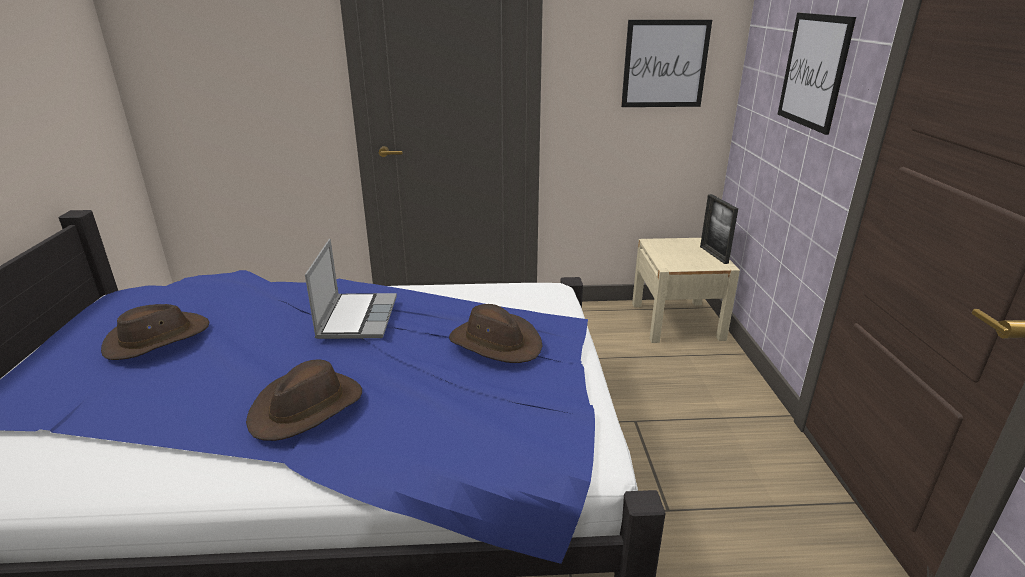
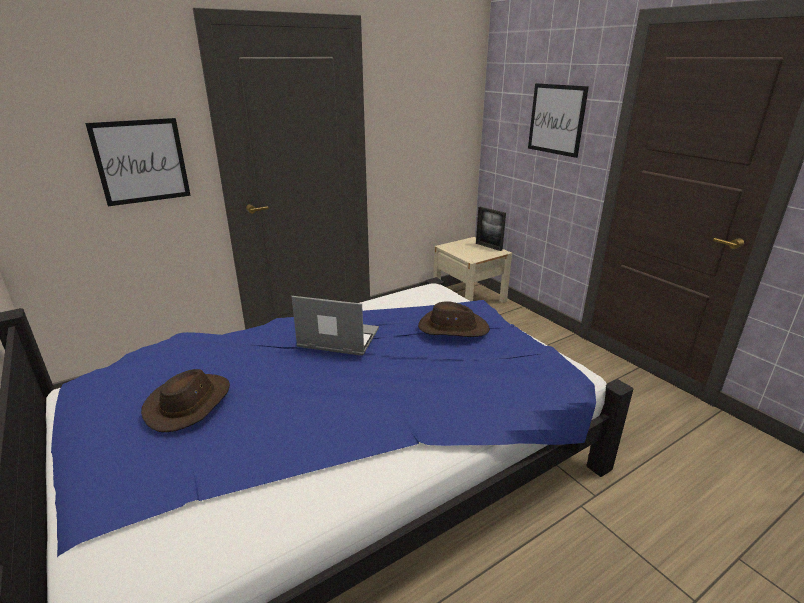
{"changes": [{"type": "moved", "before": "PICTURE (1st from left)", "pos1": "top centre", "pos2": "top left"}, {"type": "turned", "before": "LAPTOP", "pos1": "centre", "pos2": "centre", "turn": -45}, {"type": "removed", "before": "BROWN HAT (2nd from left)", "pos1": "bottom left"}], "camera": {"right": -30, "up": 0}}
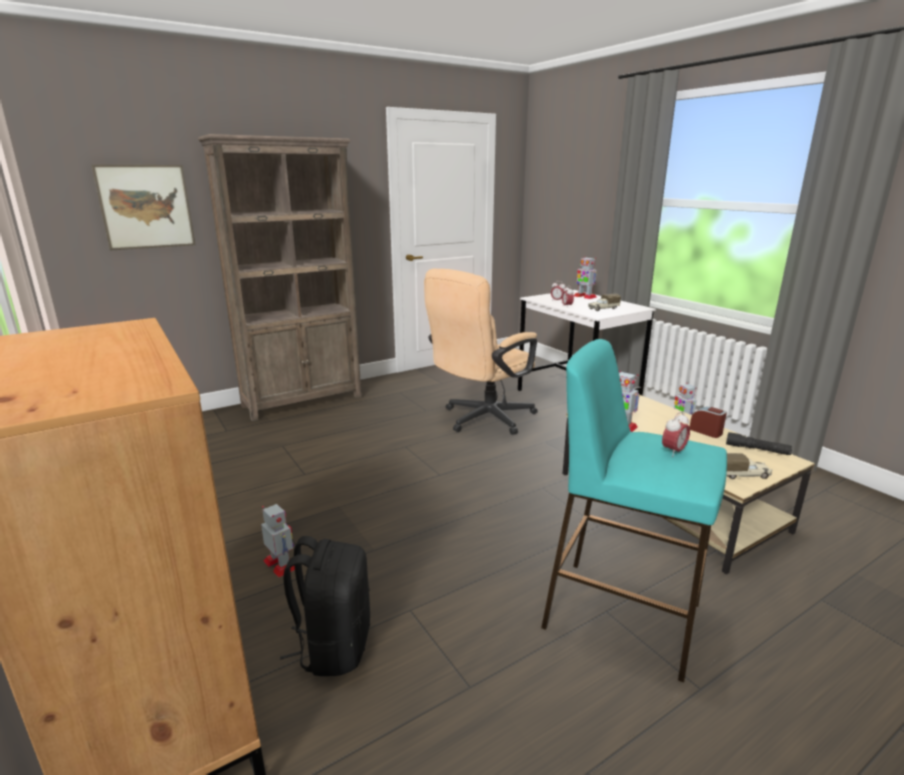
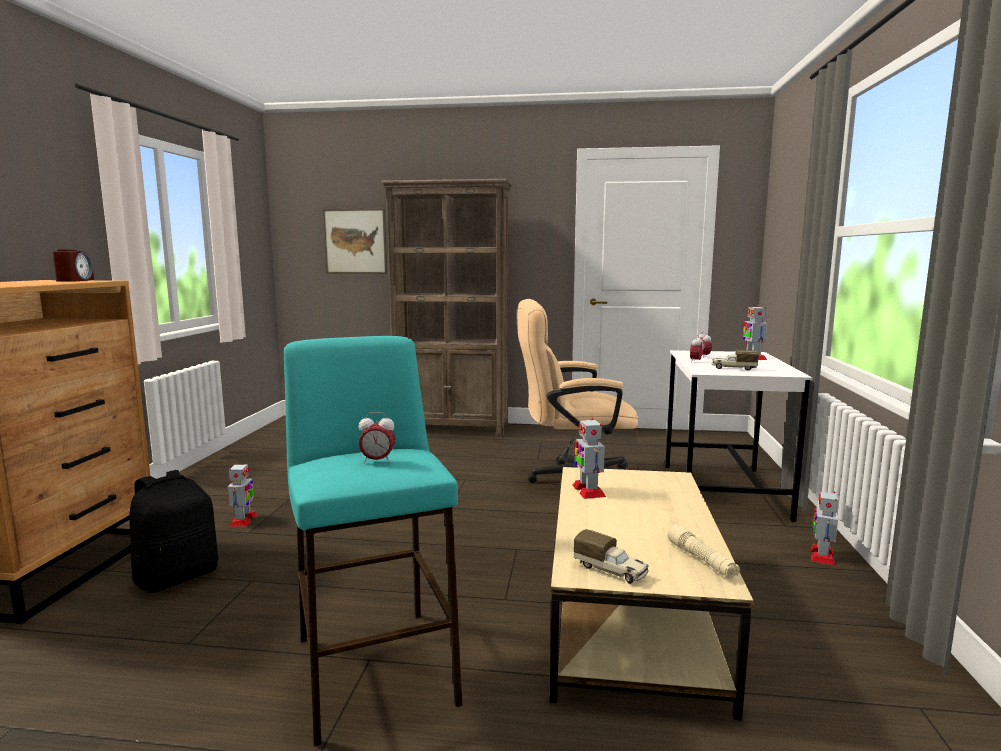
{"changes": [{"type": "moved", "before": "ALARM CLOCK (4th from left in the first image)", "after": "ALARM CLOCK (1st from left)", "pos1": "middle right", "pos2": "middle left"}, {"type": "recoloured", "before": "BLACK FLASHLIGHT", "after": "BEIGE FLASHLIGHT", "pos1": "middle right", "pos2": "bottom right"}], "camera": {"right": 40, "up": -10}}
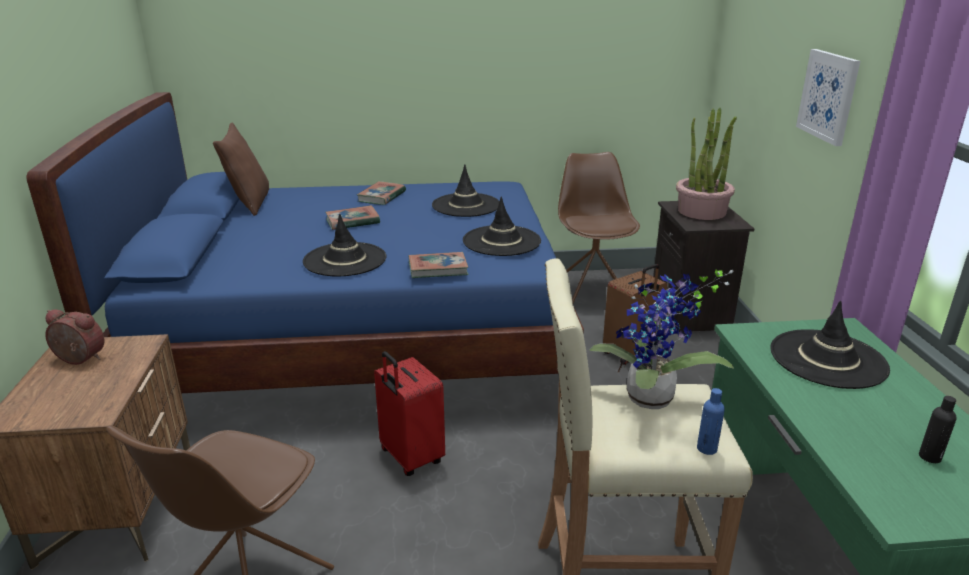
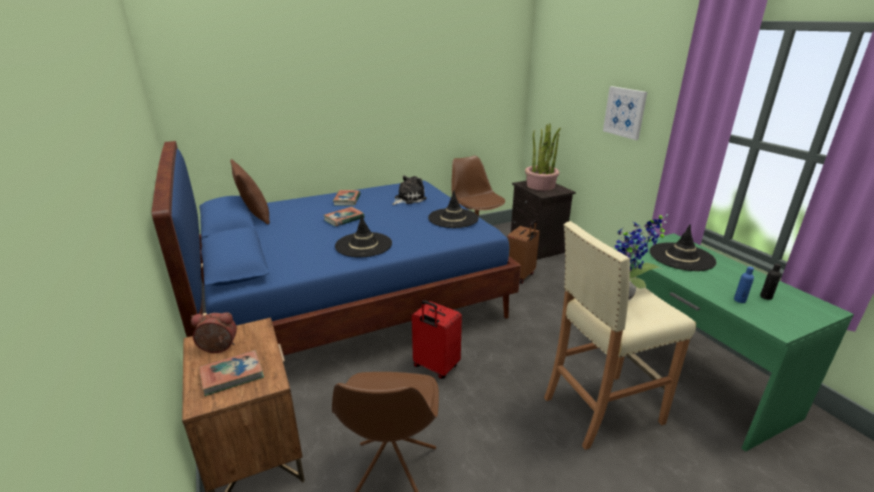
{"changes": [{"type": "moved", "before": "BOOK (3rd from left in the first image)", "after": "BOOK (1st from left)", "pos1": "centre", "pos2": "bottom left"}, {"type": "replaced", "before": "BLACK HAT (2nd from left)", "after": "PLUSH TOY", "pos1": "top centre", "pos2": "centre"}, {"type": "moved", "before": "BLUE BOTTLE", "pos1": "bottom right", "pos2": "middle right"}], "camera": {"right": -20, "up": 0}}
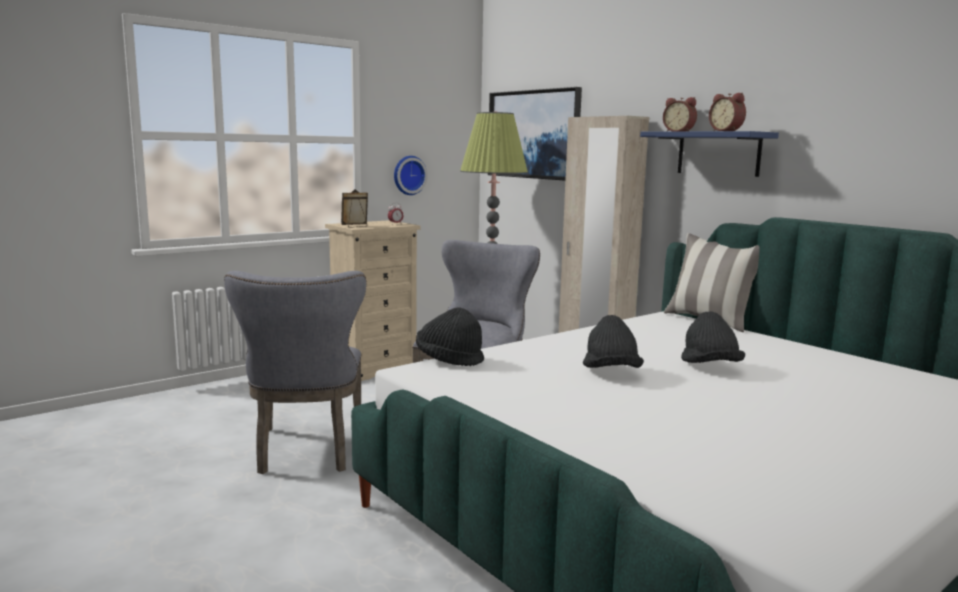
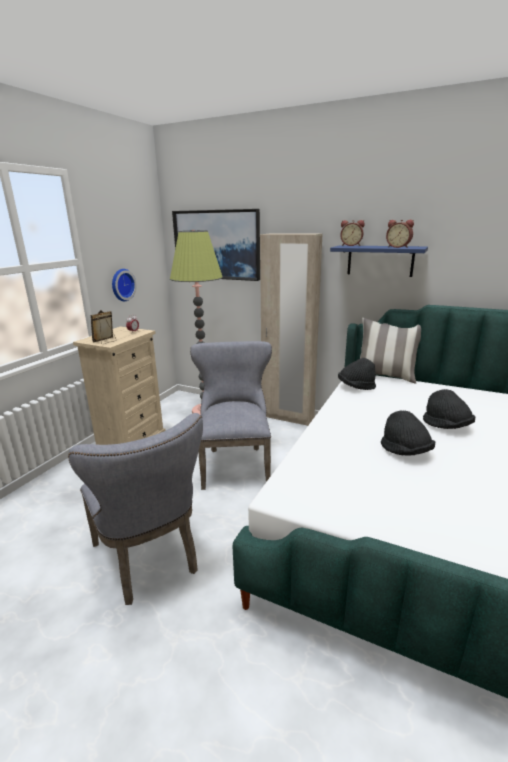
{"changes": [{"type": "moved", "before": "BLACK HAT (1st from left)", "pos1": "centre", "pos2": "middle right"}], "camera": {"right": -25, "up": 10}}
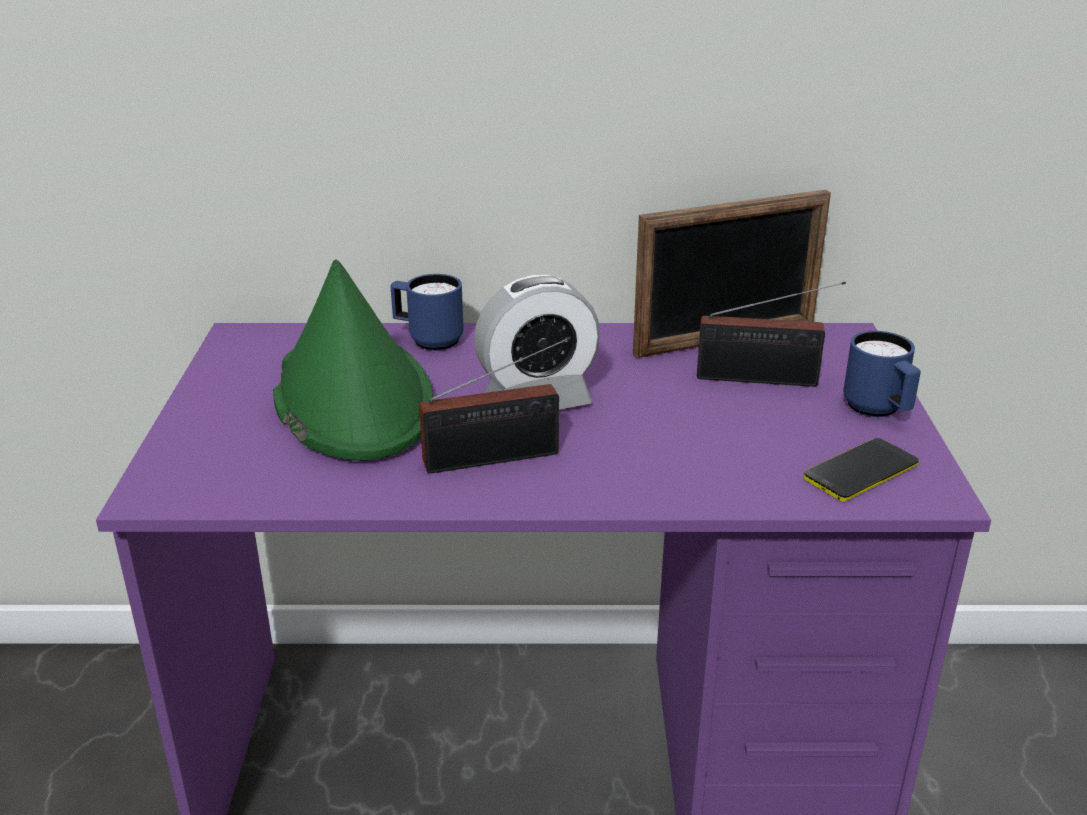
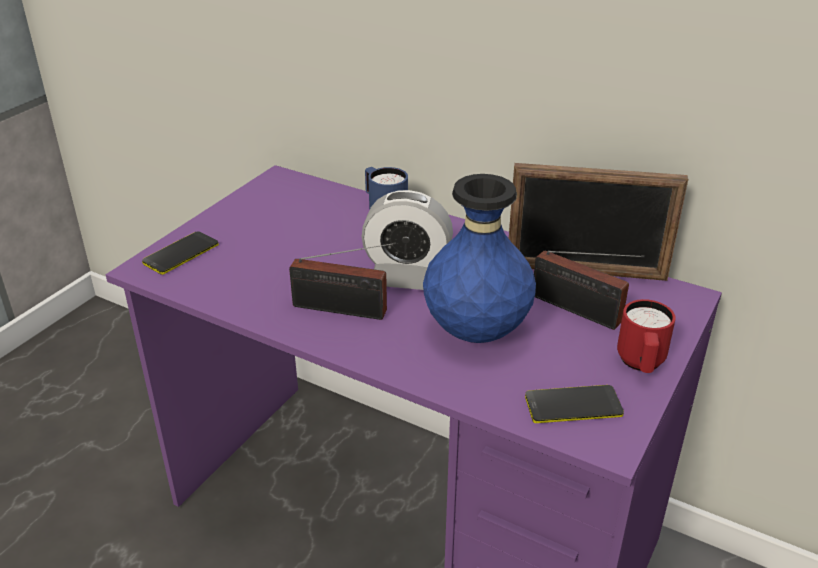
{"changes": [{"type": "added", "after": "PHONE (1st from left)", "pos2": "middle left"}, {"type": "added", "after": "BLUE VASE", "pos2": "centre"}, {"type": "recoloured", "before": "BLUE MUG (2nd from left)", "after": "RED MUG", "pos1": "middle right", "pos2": "middle right"}, {"type": "removed", "before": "GREEN HAT", "pos1": "middle left"}], "camera": {"right": 30, "up": 5}}
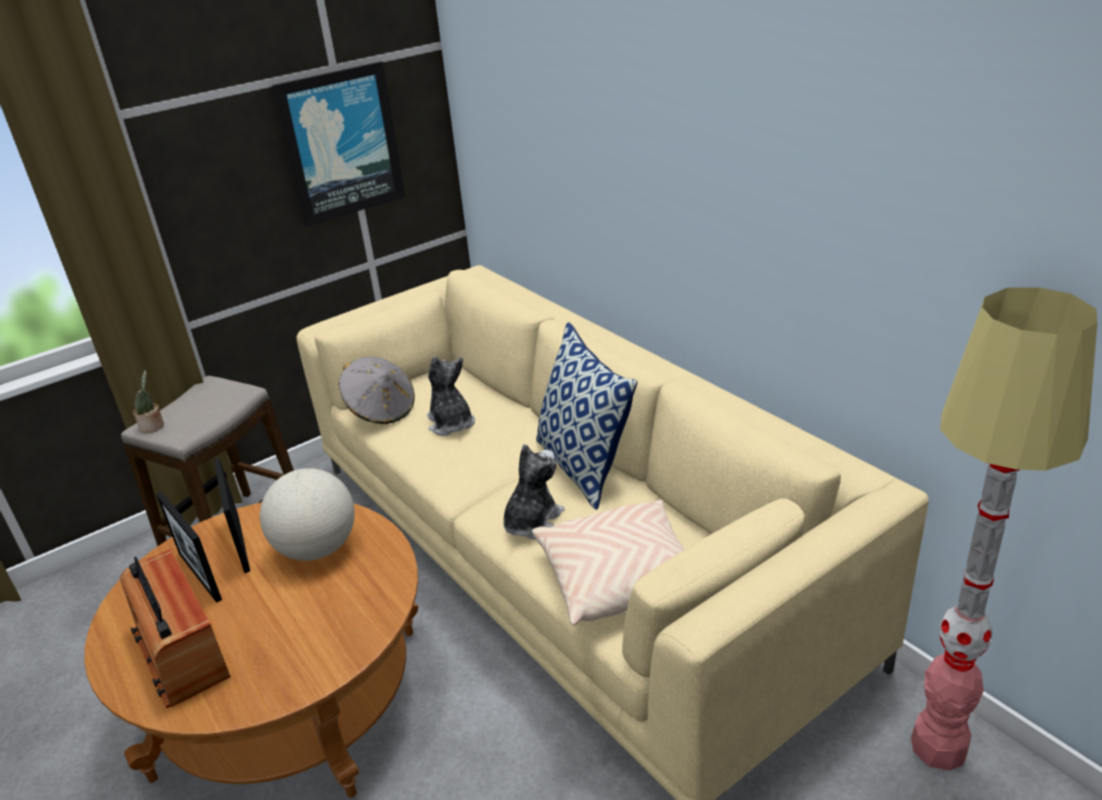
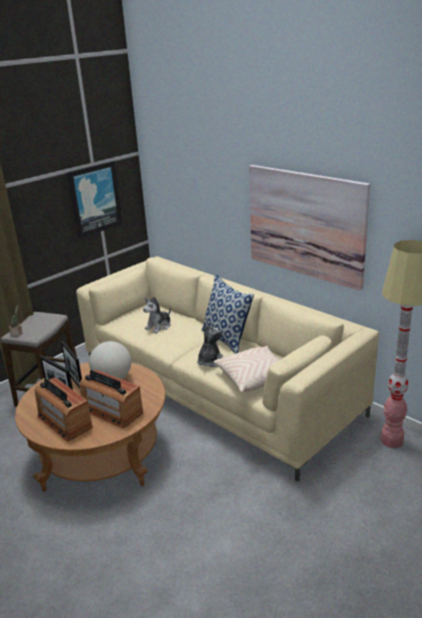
{"changes": [{"type": "added", "after": "RADIO (2nd from left)", "pos2": "middle left"}, {"type": "turned", "before": "PLUSH TOY (1st from left)", "pos1": "centre", "pos2": "centre", "turn": -105}, {"type": "added", "after": "PICTURE (2nd from left)", "pos2": "middle right"}, {"type": "removed", "before": "GREY HAT", "pos1": "centre"}], "camera": {"right": -10, "up": -5}}
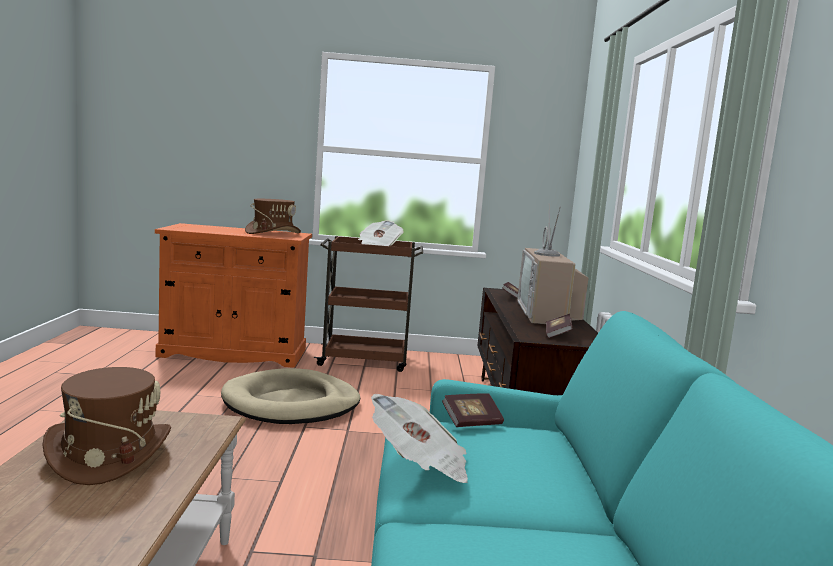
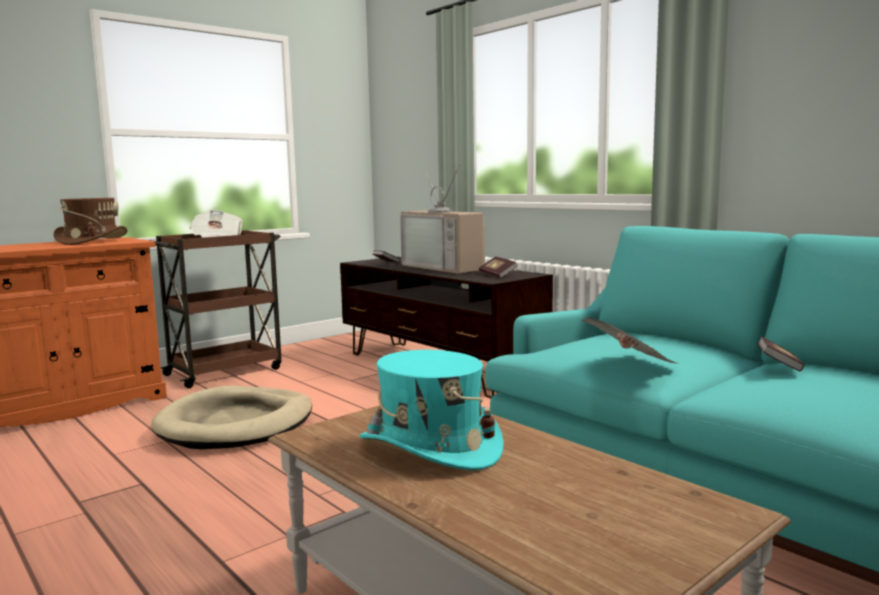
{"changes": [{"type": "recoloured", "before": "BROWN HAT (1st from left)", "after": "TURQUOISE HAT", "pos1": "bottom left", "pos2": "bottom centre"}, {"type": "moved", "before": "BOOK (1st from left in the first image)", "after": "BOOK (3rd from left)", "pos1": "bottom centre", "pos2": "middle right"}], "camera": {"right": -40, "up": 0}}
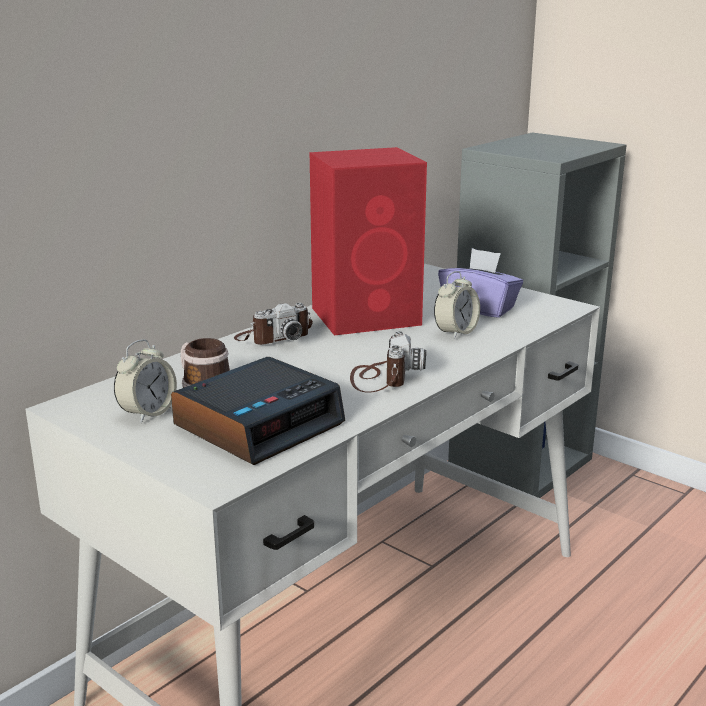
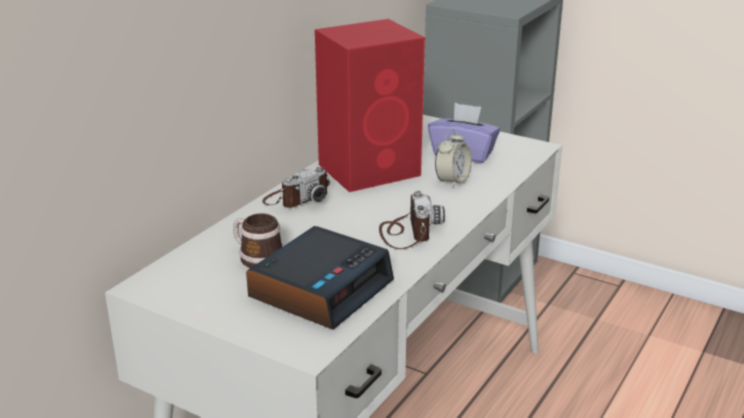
{"changes": [{"type": "removed", "before": "ALARM CLOCK (1st from left)", "pos1": "middle left"}], "camera": {"right": -10, "up": 5}}
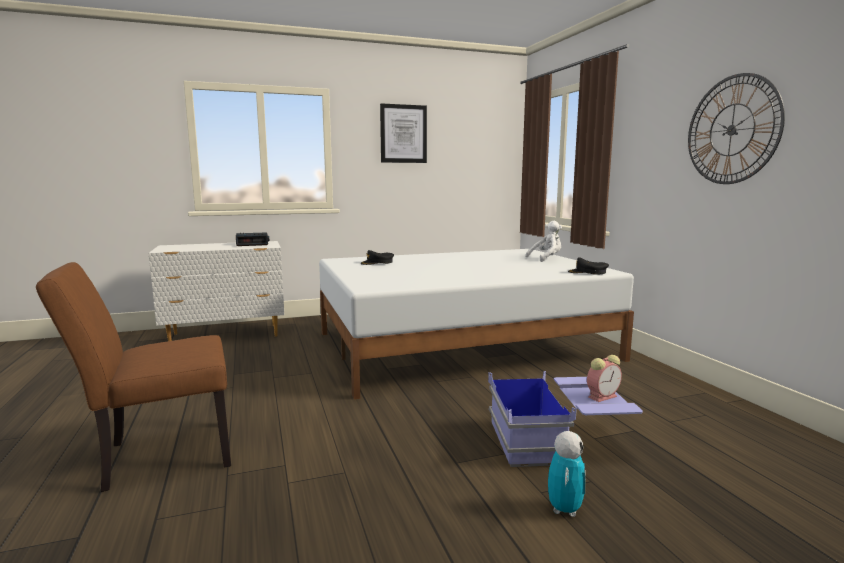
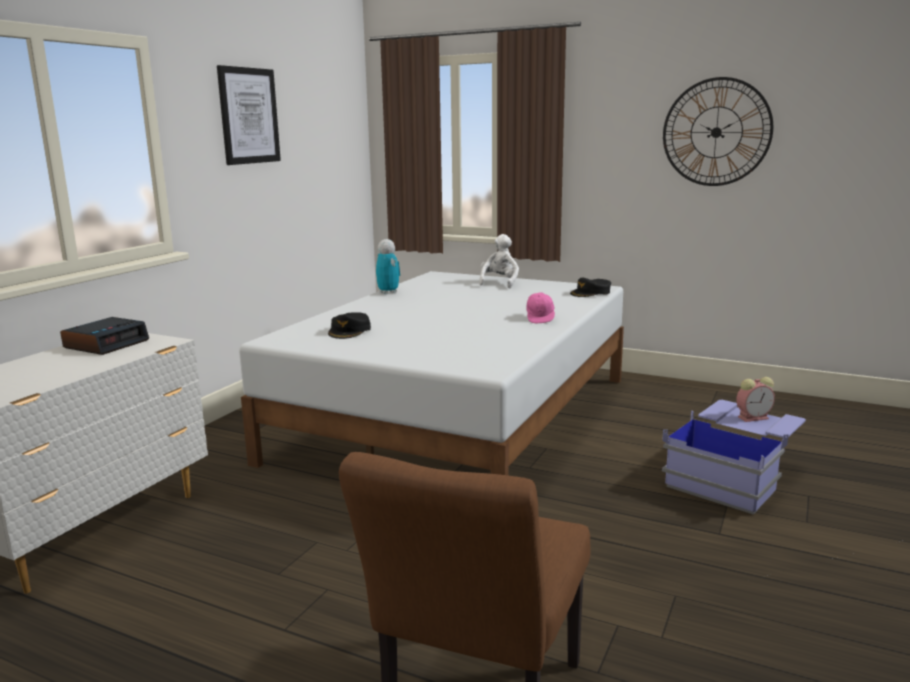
{"changes": [{"type": "moved", "before": "TOY ROBOT", "pos1": "bottom right", "pos2": "centre"}, {"type": "added", "after": "PINK CAP", "pos2": "centre"}, {"type": "turned", "before": "ALARM CLOCK (2nd from left)", "pos1": "bottom right", "pos2": "middle right", "turn": 60}], "camera": {"right": -45, "up": 5}}
